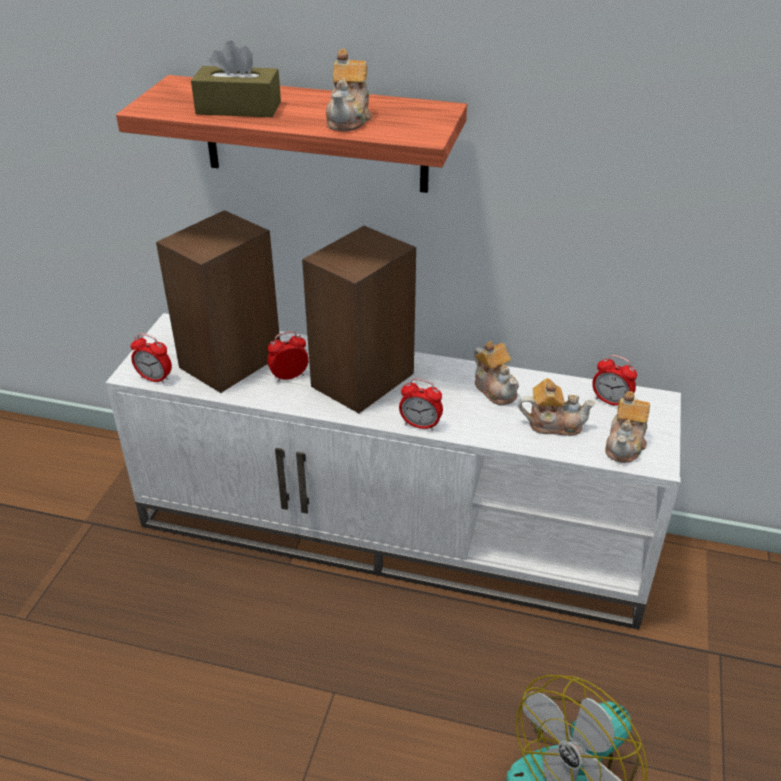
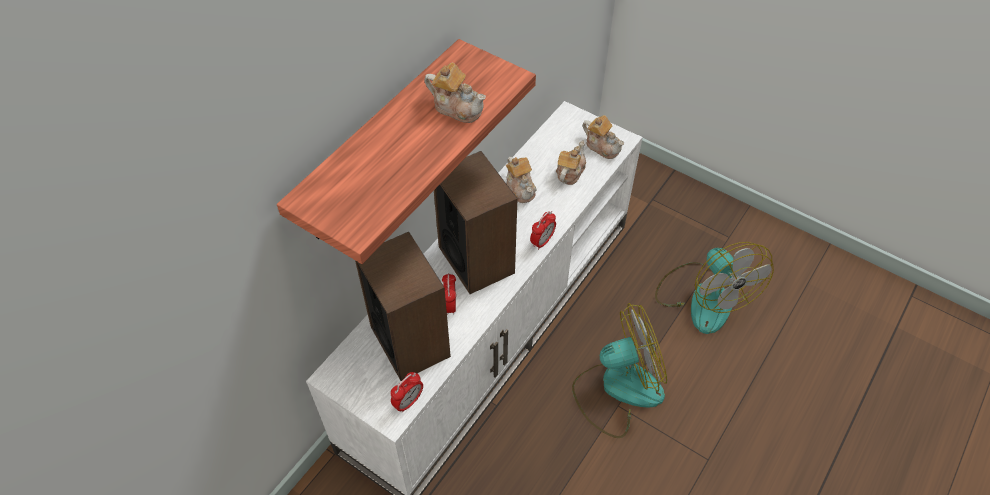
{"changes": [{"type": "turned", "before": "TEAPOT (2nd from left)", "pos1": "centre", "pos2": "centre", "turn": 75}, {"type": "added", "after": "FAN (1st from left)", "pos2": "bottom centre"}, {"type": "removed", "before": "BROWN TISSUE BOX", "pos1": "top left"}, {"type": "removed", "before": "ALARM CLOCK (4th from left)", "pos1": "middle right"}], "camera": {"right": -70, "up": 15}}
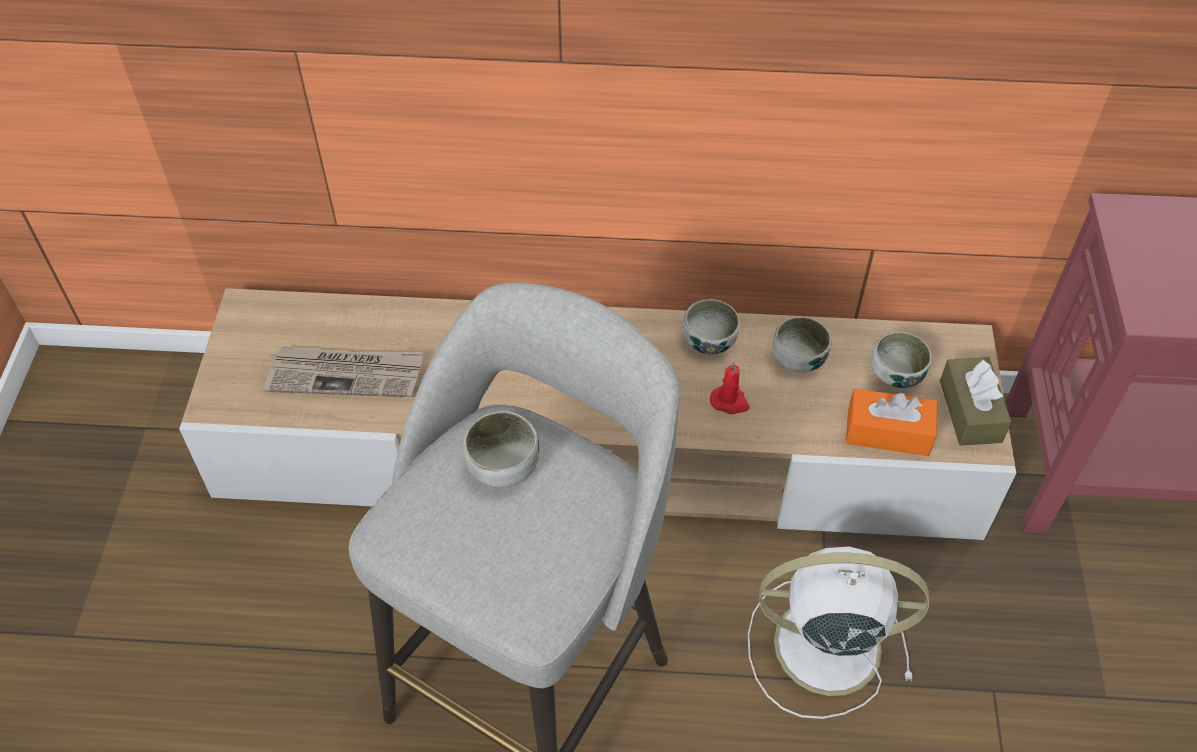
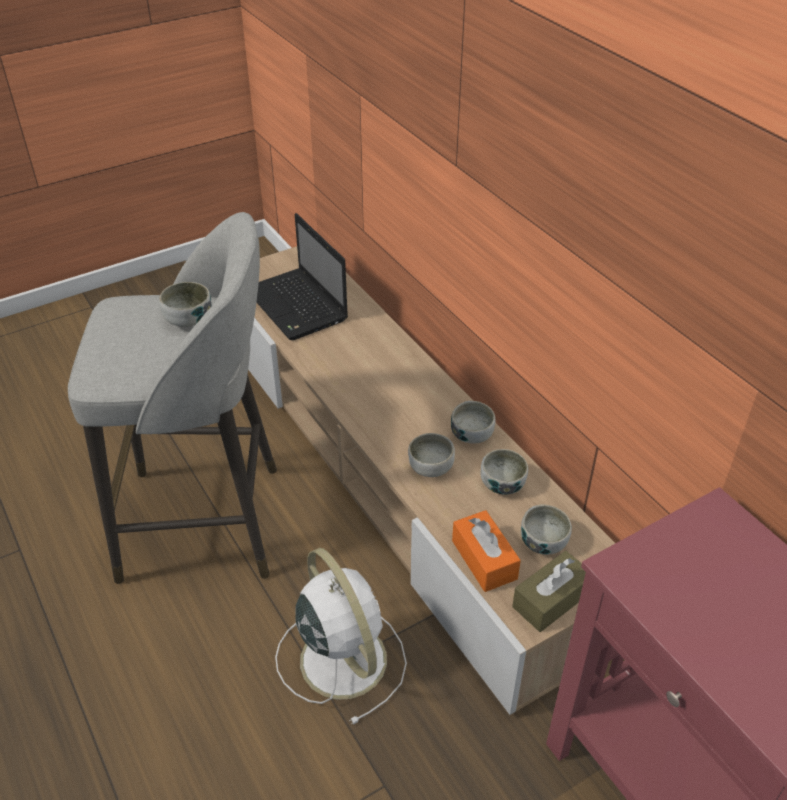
{"changes": [{"type": "replaced", "before": "NEWSPAPER", "after": "LAPTOP", "pos1": "middle left", "pos2": "centre"}, {"type": "replaced", "before": "RED CANDLE", "after": "BOWL (2nd from left)", "pos1": "centre", "pos2": "centre"}], "camera": {"right": 55, "up": -10}}
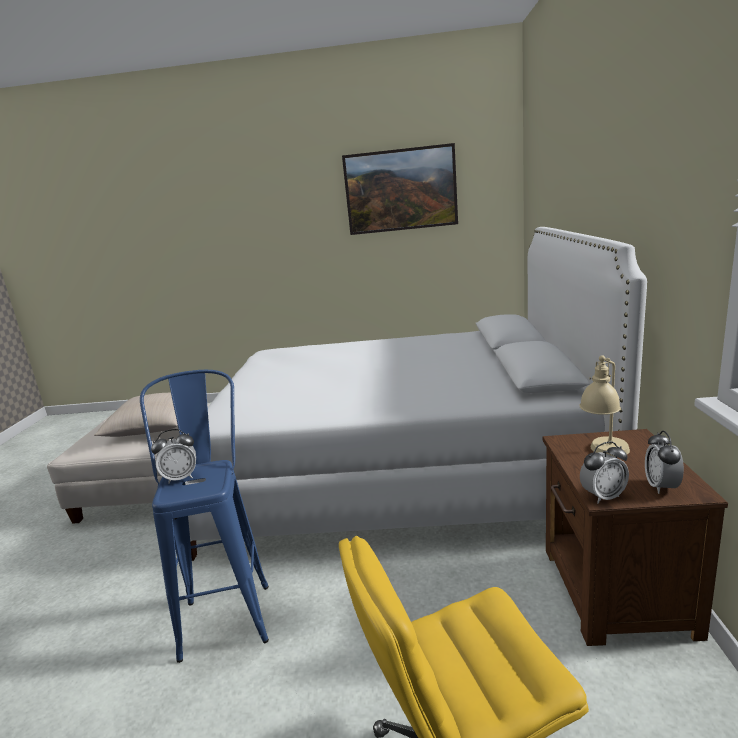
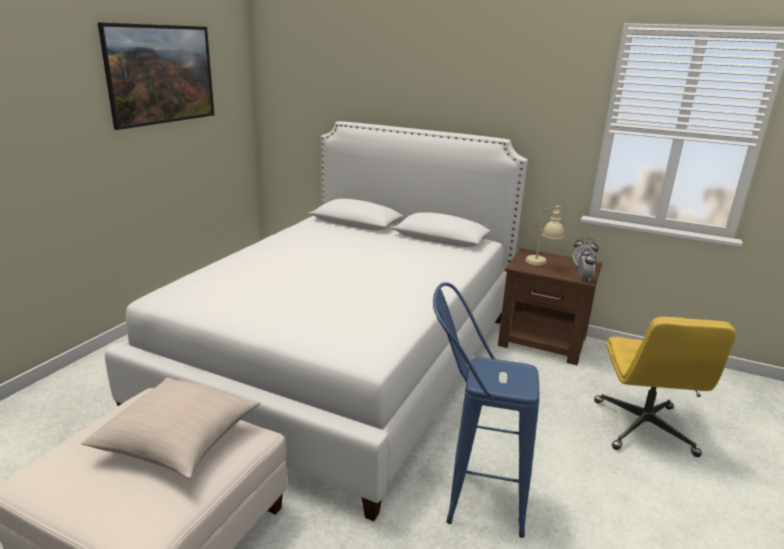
{"changes": [{"type": "removed", "before": "ALARM CLOCK (1st from left)", "pos1": "middle left"}], "camera": {"right": -70, "up": 5}}
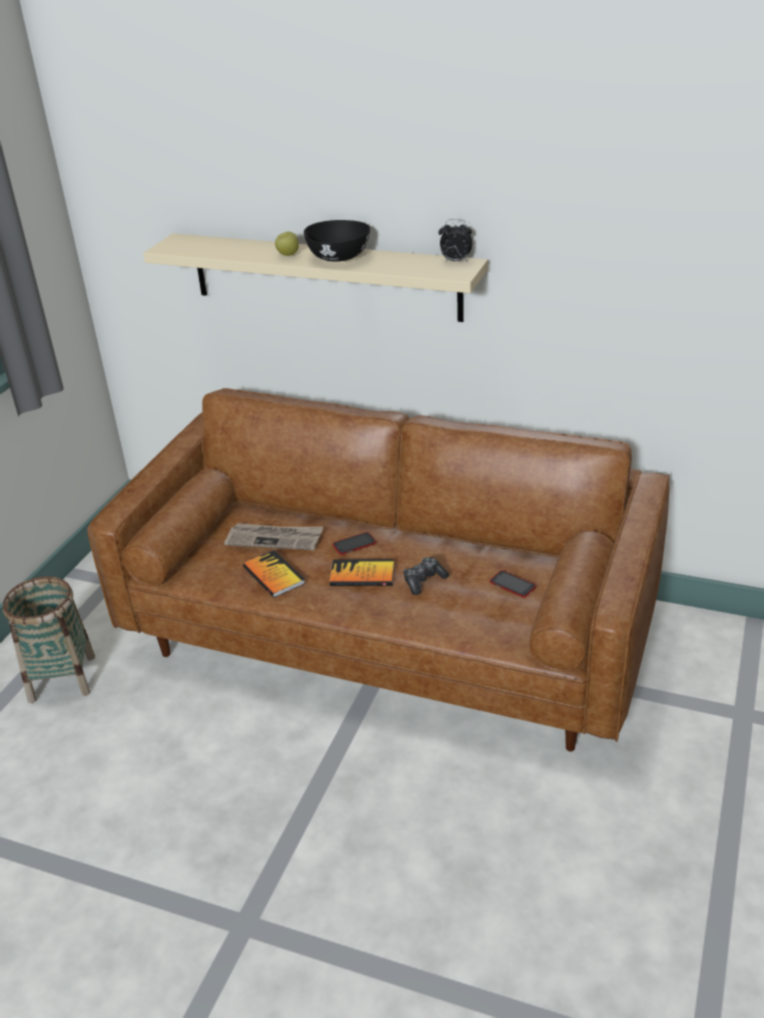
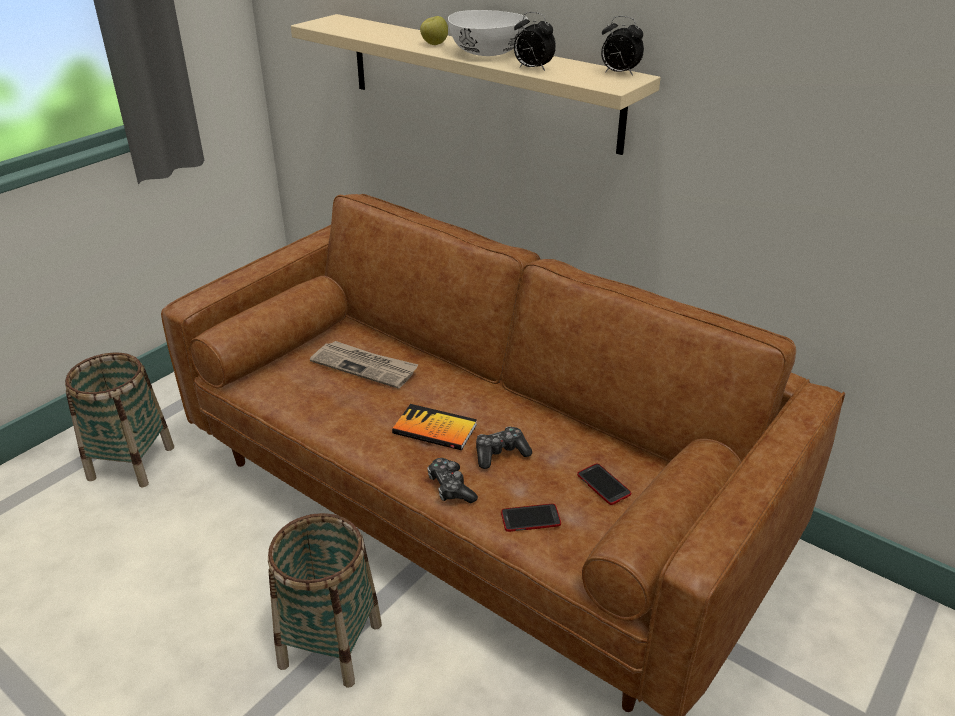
{"changes": [{"type": "added", "after": "BASKET (2nd from left)", "pos2": "bottom centre"}, {"type": "added", "after": "GAME CONTROLLER (1st from left)", "pos2": "bottom centre"}, {"type": "recoloured", "before": "BLACK BOWL", "after": "WHITE BOWL", "pos1": "top centre", "pos2": "top centre"}, {"type": "moved", "before": "PHONE (1st from left)", "pos1": "centre", "pos2": "bottom centre"}, {"type": "added", "after": "ALARM CLOCK (1st from left)", "pos2": "top centre"}, {"type": "removed", "before": "BOOK (1st from left)", "pos1": "centre"}], "camera": {"right": 15, "up": 0}}
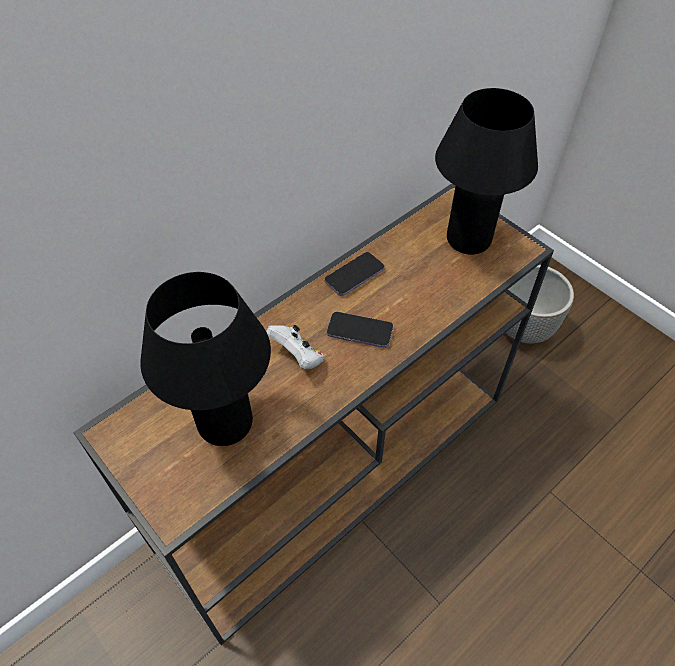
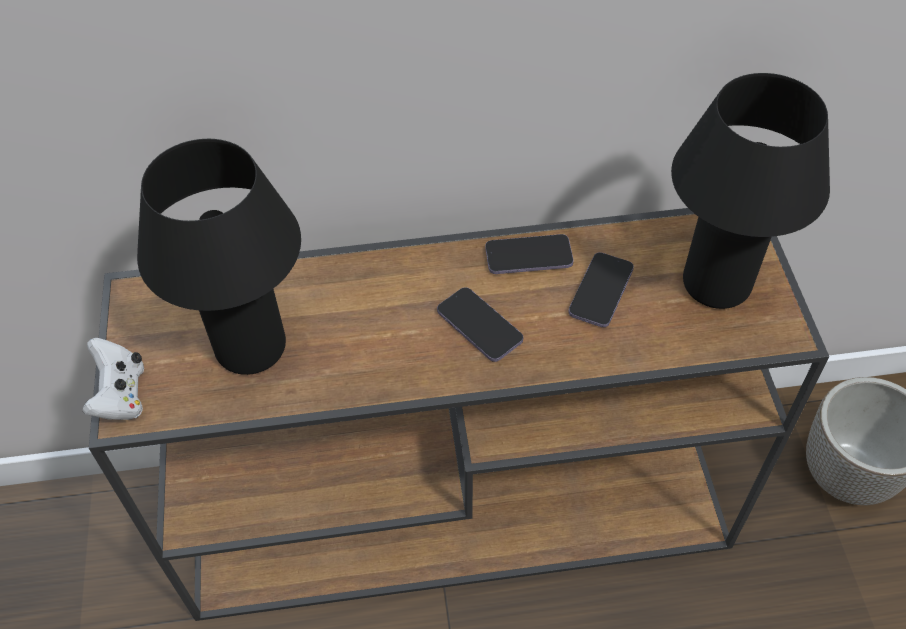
{"changes": [{"type": "moved", "before": "WHITE GAME CONTROLLER", "pos1": "centre", "pos2": "middle left"}, {"type": "added", "after": "PHONE (3rd from left)", "pos2": "centre"}], "camera": {"right": 35, "up": 0}}
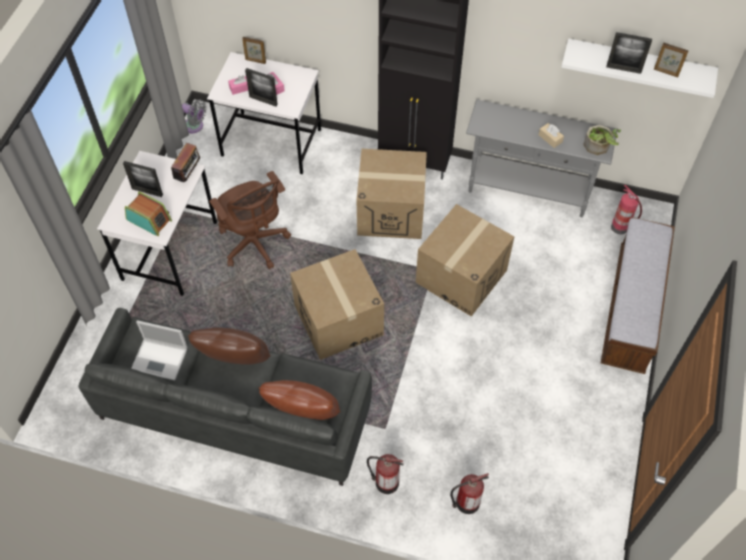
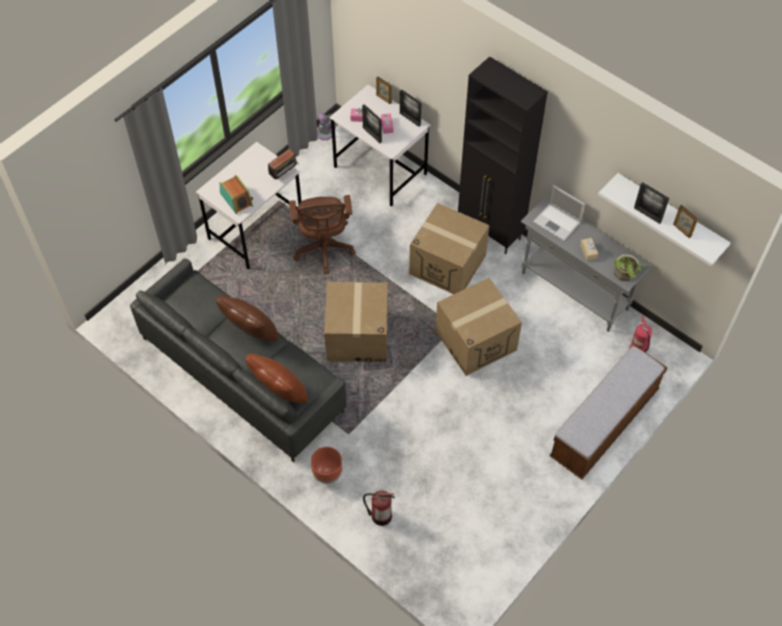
{"changes": [{"type": "replaced", "before": "FIRE EXTINGUISHER (1st from left)", "after": "BROWN PLANTER", "pos1": "bottom centre", "pos2": "bottom centre"}, {"type": "moved", "before": "PICTURE FRAME (1st from left in the first image)", "after": "PICTURE FRAME (3rd from left)", "pos1": "top left", "pos2": "top centre"}, {"type": "moved", "before": "LAPTOP", "pos1": "middle left", "pos2": "middle right"}], "camera": {"right": 25, "up": 0}}
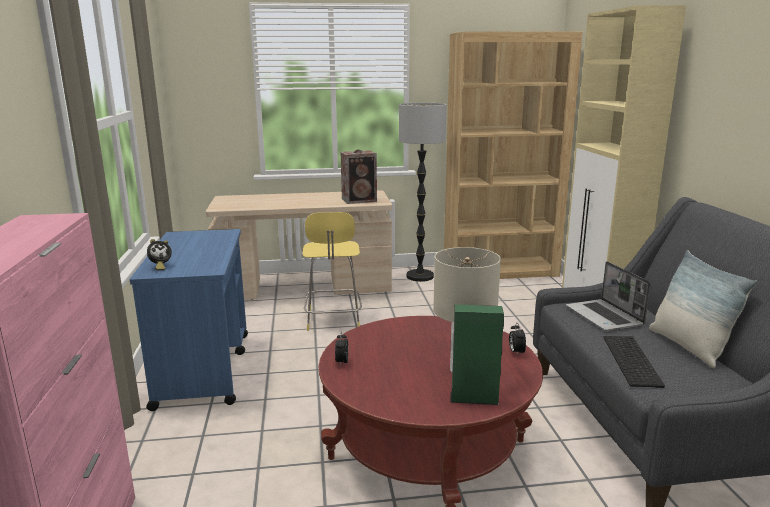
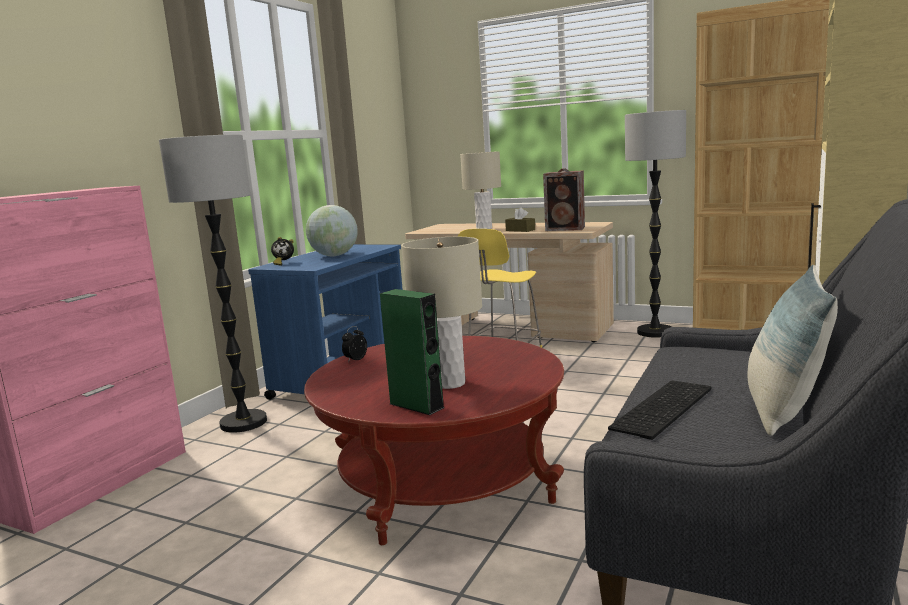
{"changes": [{"type": "added", "after": "FLOOR LAMP (1st from left)", "pos2": "middle left"}, {"type": "added", "after": "GLOBE", "pos2": "centre"}, {"type": "added", "after": "BEIGE TABLE LAMP (2nd from left)", "pos2": "top centre"}, {"type": "added", "after": "BROWN TISSUE BOX", "pos2": "centre"}, {"type": "removed", "before": "ALARM CLOCK (3rd from left)", "pos1": "bottom right"}, {"type": "removed", "before": "LAPTOP", "pos1": "middle right"}], "camera": {"right": 35, "up": -5}}
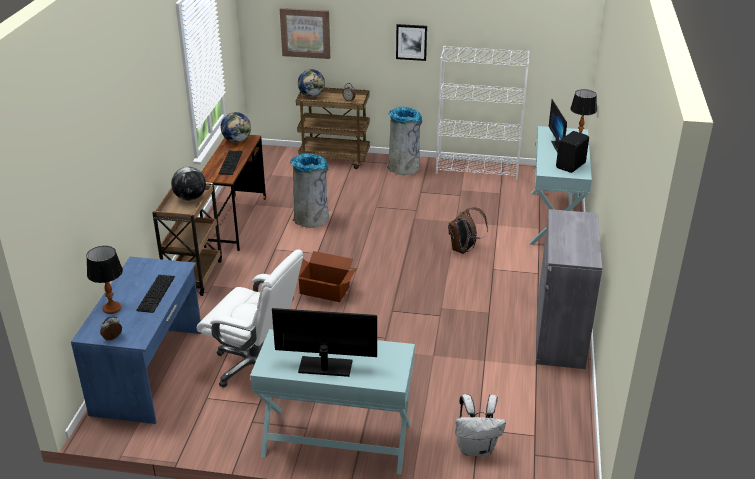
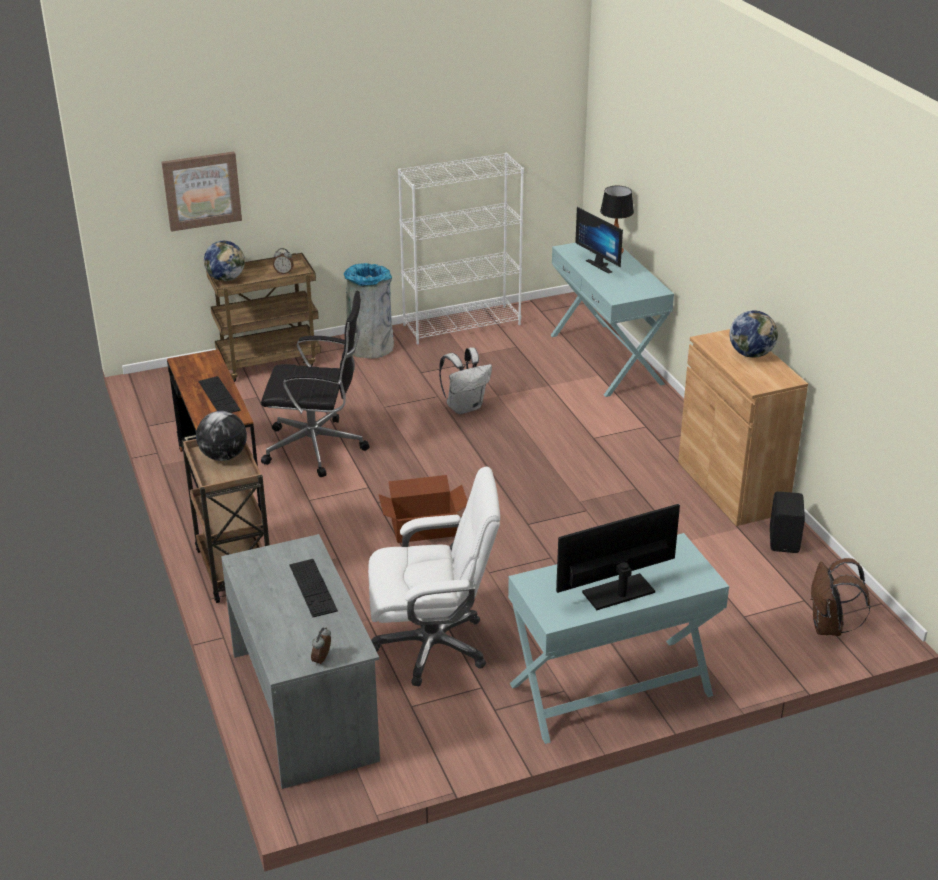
{"changes": [{"type": "recoloured", "before": "BLUE DESK", "after": "GREY DESK", "pos1": "bottom left", "pos2": "bottom left"}, {"type": "replaced", "before": "GREY TRASH CAN (1st from left)", "after": "BLACK OFFICE CHAIR", "pos1": "centre", "pos2": "centre"}, {"type": "moved", "before": "WHITE BACKPACK", "pos1": "bottom centre", "pos2": "centre"}, {"type": "recoloured", "before": "GREY CABINET", "after": "BROWN CABINET", "pos1": "middle right", "pos2": "middle right"}, {"type": "moved", "before": "GLOBE (2nd from left in the first image)", "after": "GLOBE (3rd from left)", "pos1": "top left", "pos2": "middle right"}, {"type": "moved", "before": "BLACK SPEAKER", "pos1": "top right", "pos2": "middle right"}, {"type": "moved", "before": "BROWN BACKPACK", "pos1": "centre", "pos2": "bottom right"}, {"type": "removed", "before": "TABLE LAMP (1st from left)", "pos1": "middle left"}, {"type": "removed", "before": "PICTURE (2nd from left)", "pos1": "top centre"}], "camera": {"right": -30, "up": 0}}
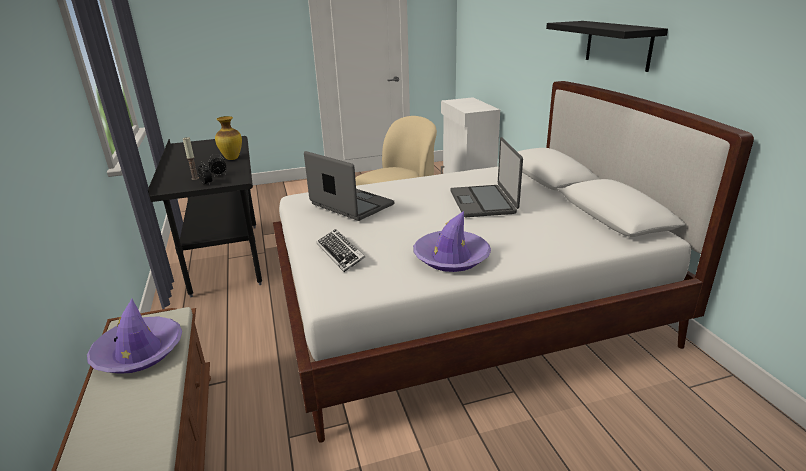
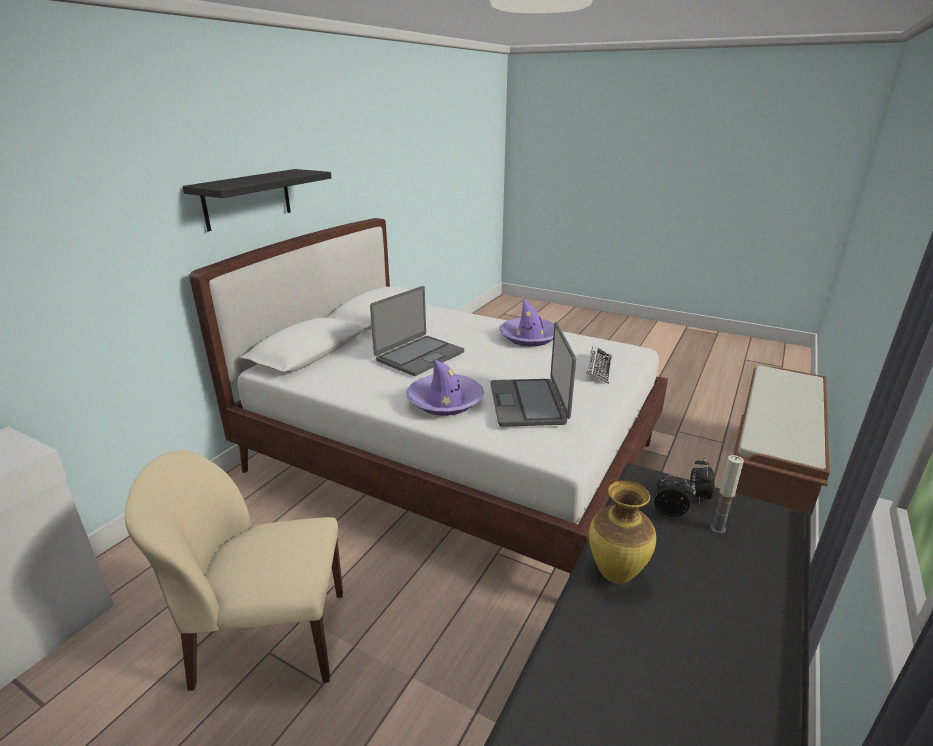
{"changes": [{"type": "moved", "before": "PURPLE HAT (1st from left)", "pos1": "bottom left", "pos2": "centre"}], "camera": {"right": -135, "up": 0}}
